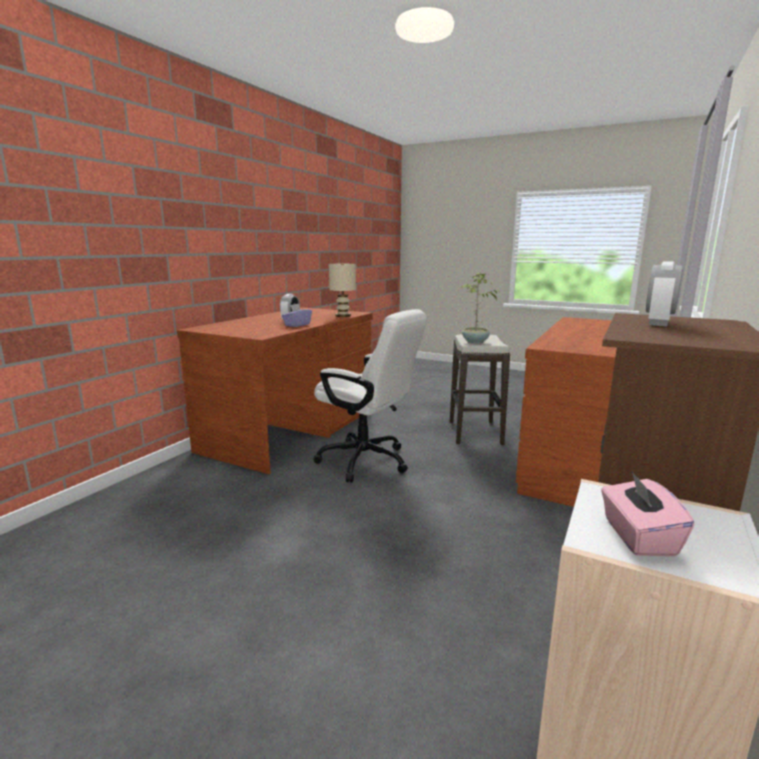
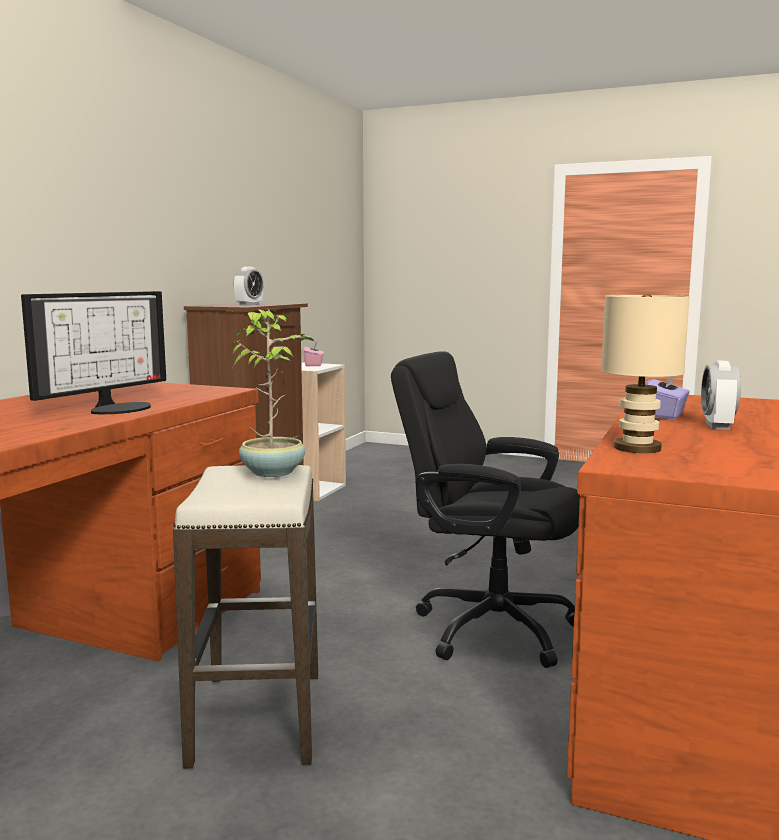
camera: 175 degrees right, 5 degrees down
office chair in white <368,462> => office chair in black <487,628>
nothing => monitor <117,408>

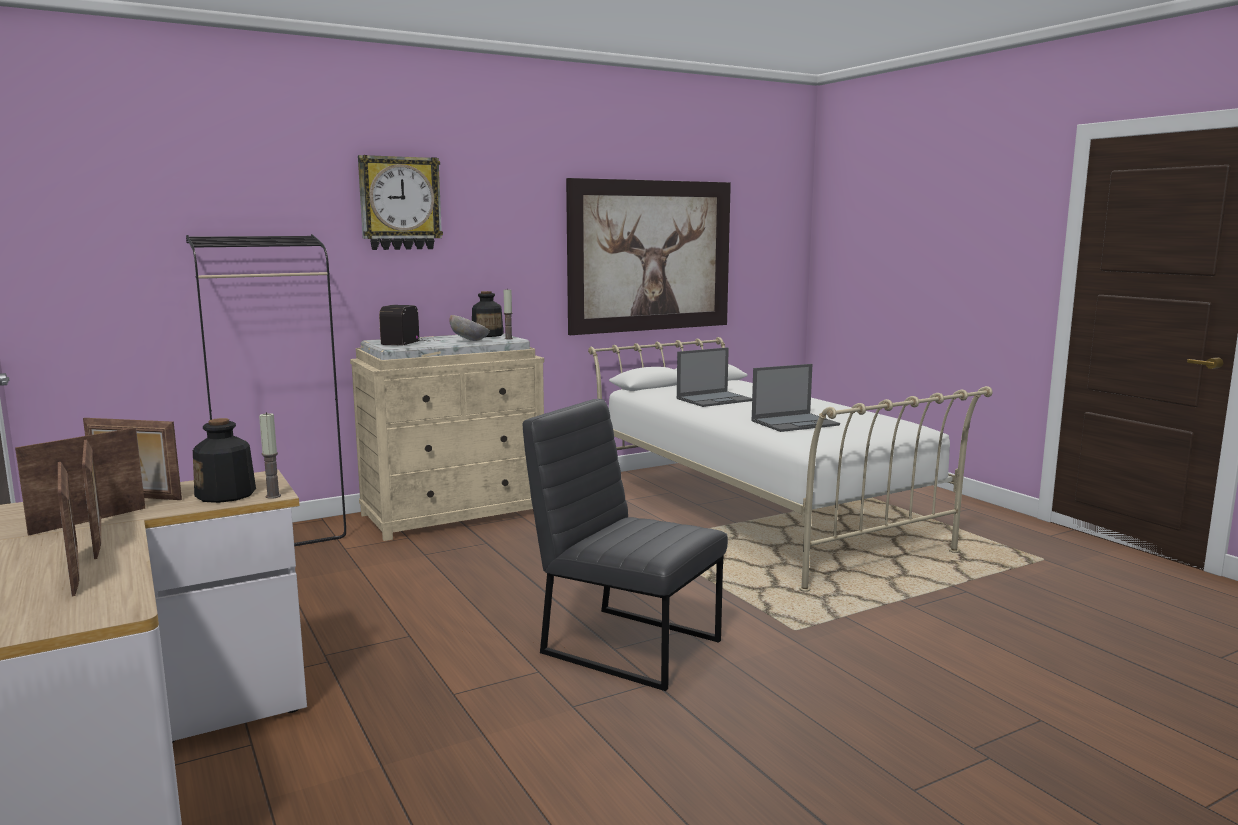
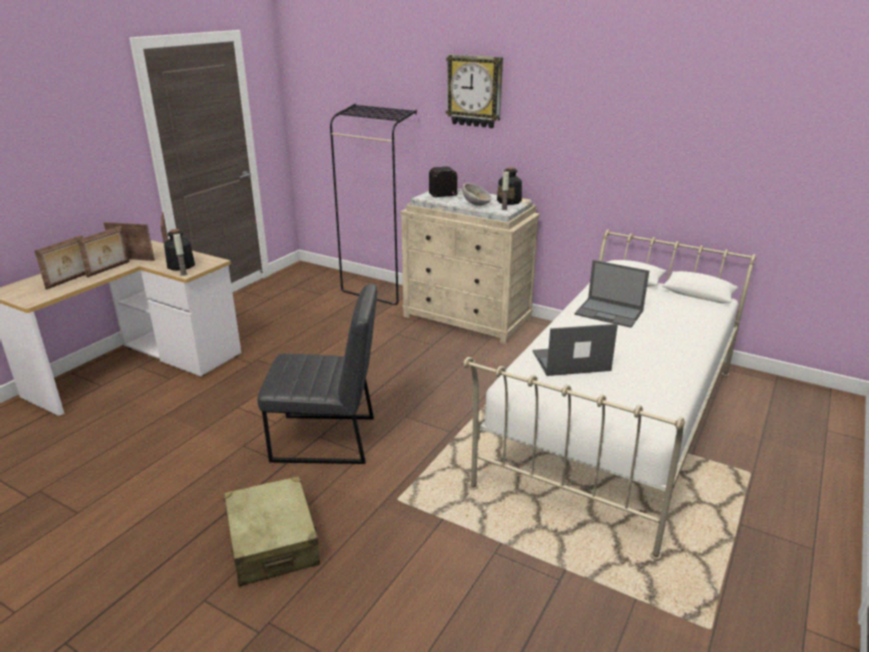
camera: 60 degrees right, 15 degrees up
picture <650,256> => nothing
laptop <795,423> => laptop <570,361>, 135 degrees clockwise
chair in grey <627,644> => chair in grey <327,439>, 90 degrees clockwise
nothing => suitcase in beige <273,542>

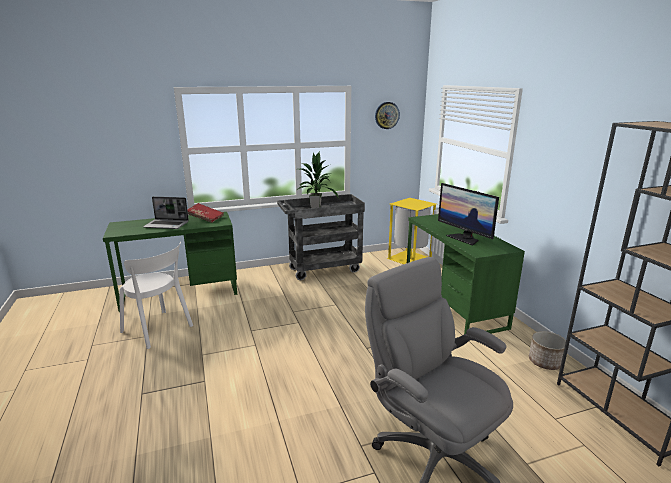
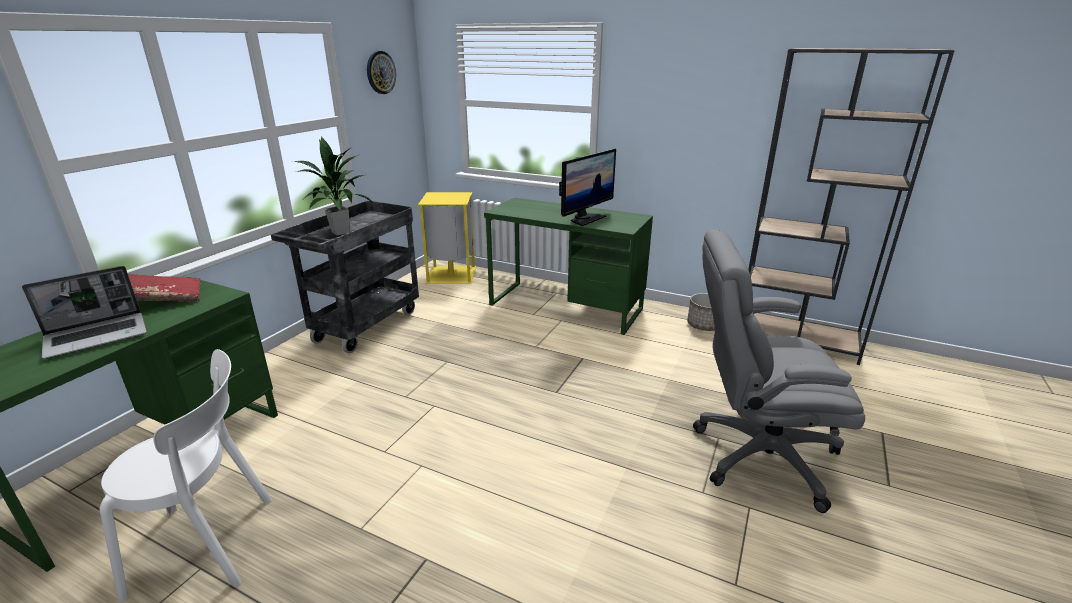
camera: 45 degrees left, 5 degrees up
monitor <464,238> => monitor <585,219>, 60 degrees counterclockwise

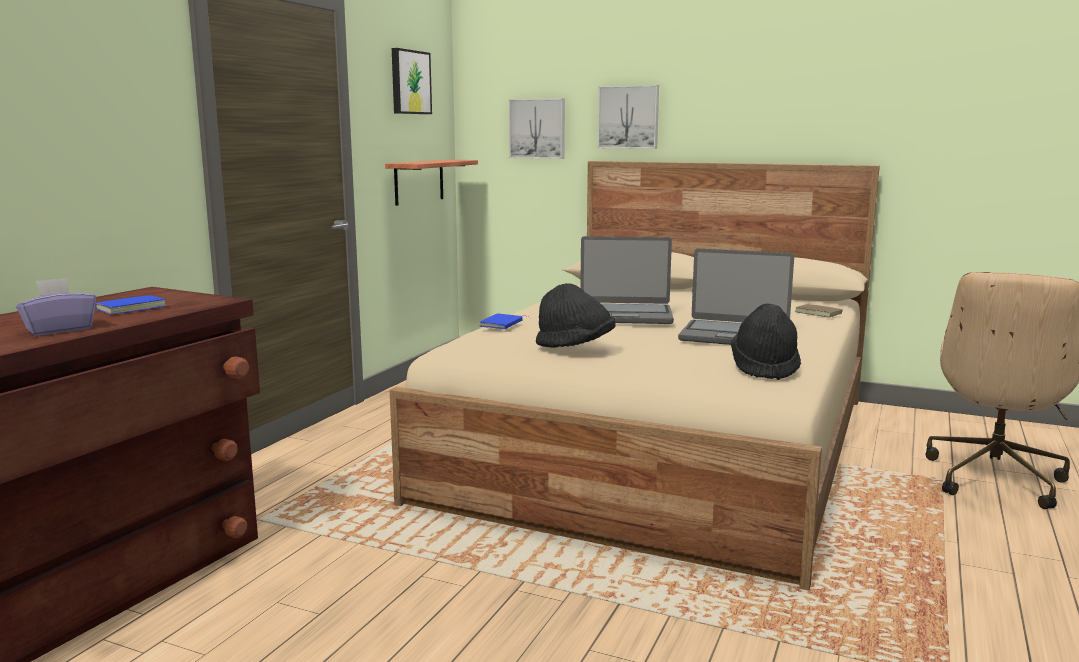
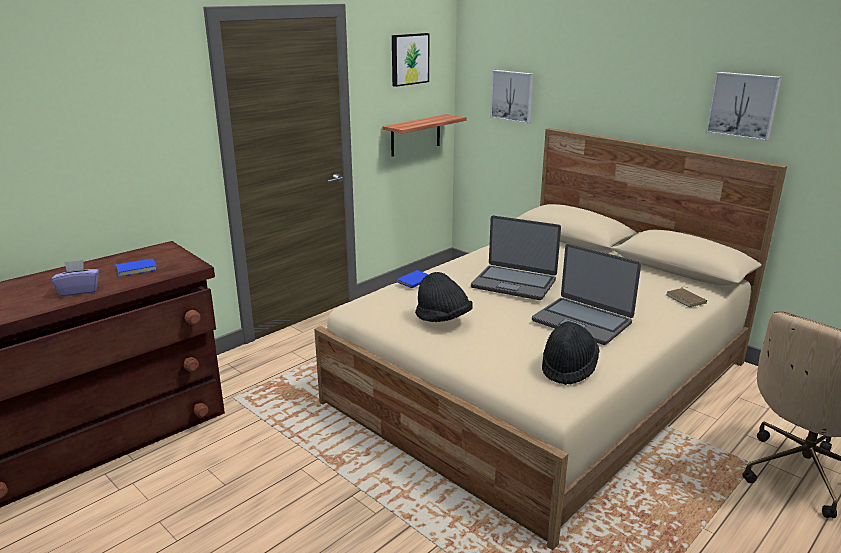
camera: 20 degrees right, 10 degrees up
picture <629,117> => picture <743,105>, relocated

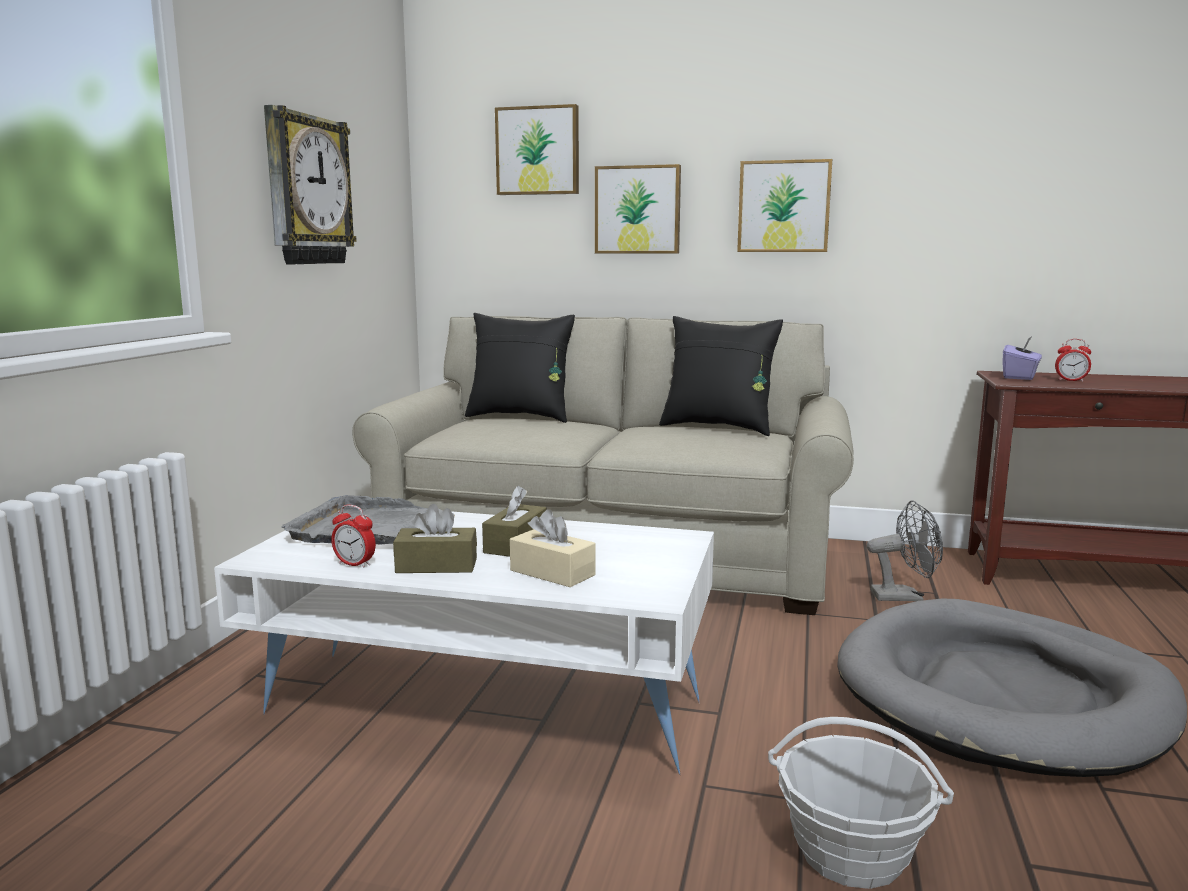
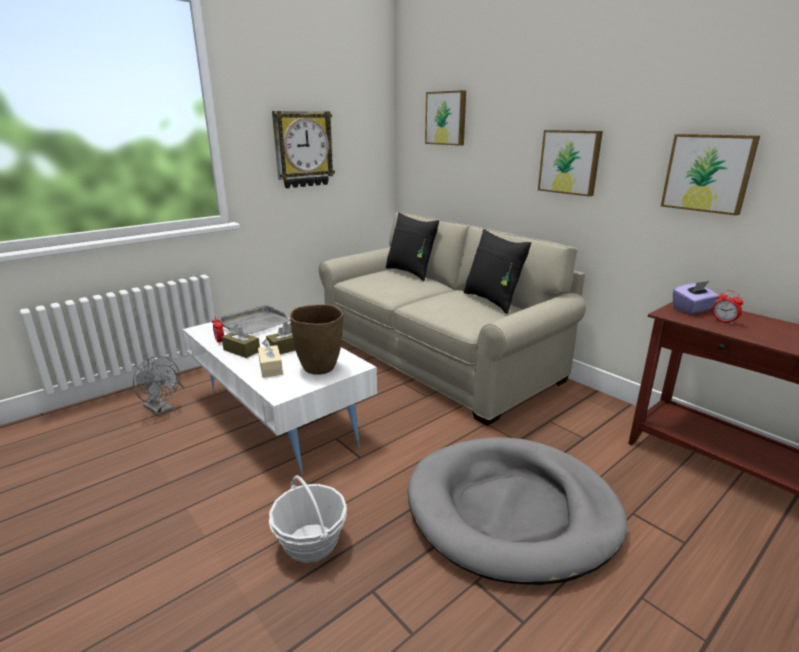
camera: 35 degrees right, 10 degrees up
picture <638,210> => picture <708,173>, relocated
fan in grey <904,596> => fan in grey <161,409>, relocated
nothing => vase in brown <320,368>

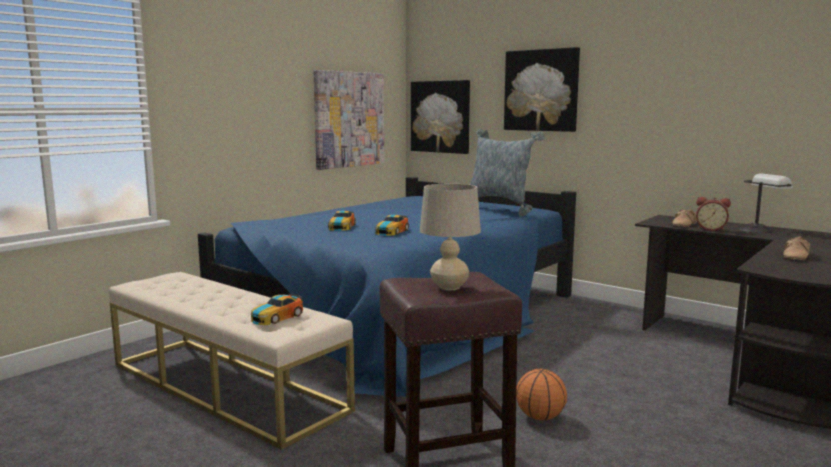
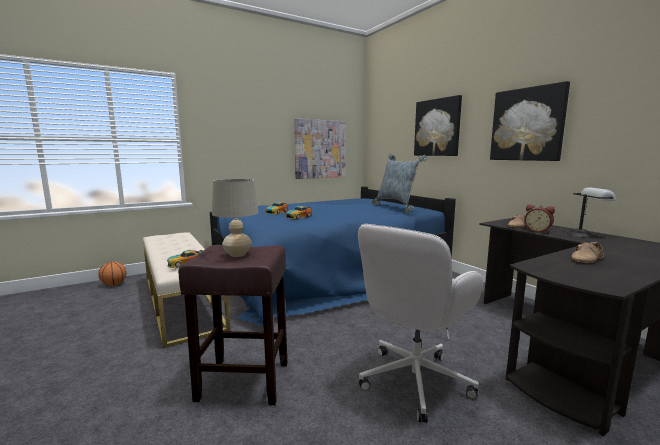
camera: 20 degrees right, 0 degrees up
picture <440,116> => picture <527,124>, relocated
basketball <540,417> => basketball <114,284>, relocated
nothing => office chair in white <414,381>

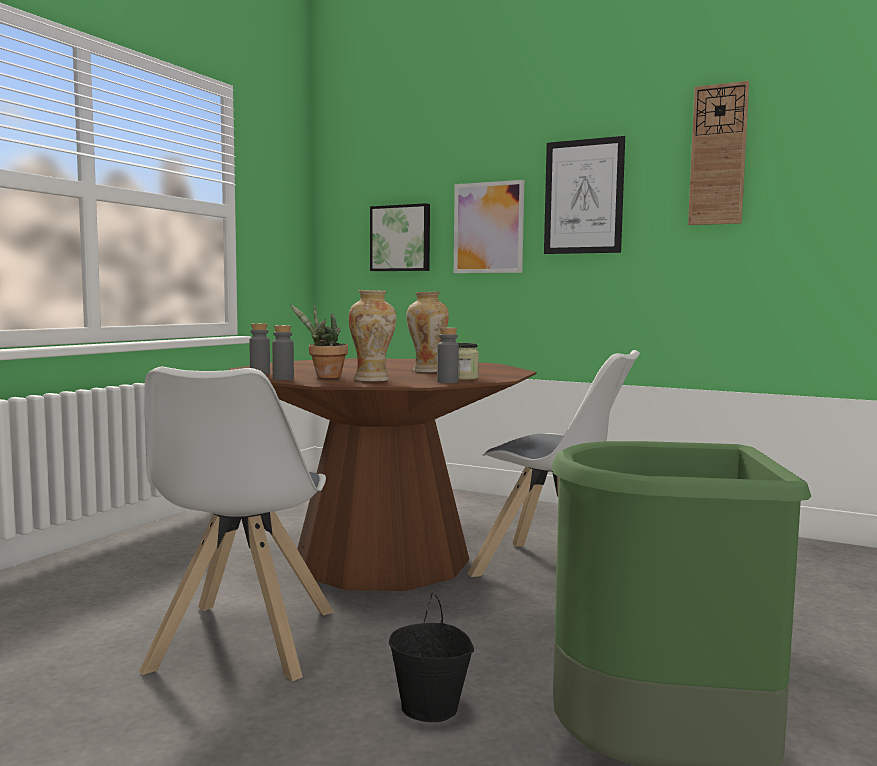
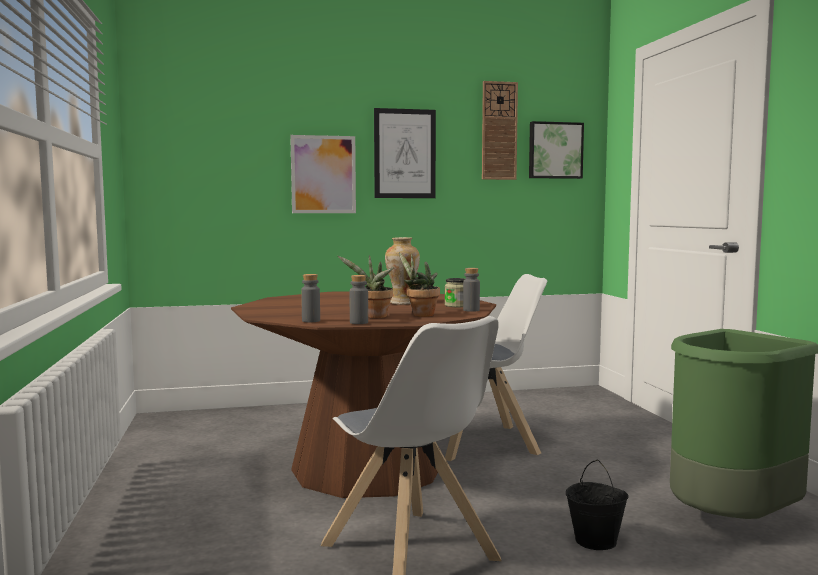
camera: 40 degrees left, 0 degrees up
picture <401,238> => picture <555,150>, relocated
vase <372,380> => potted plant <420,315>

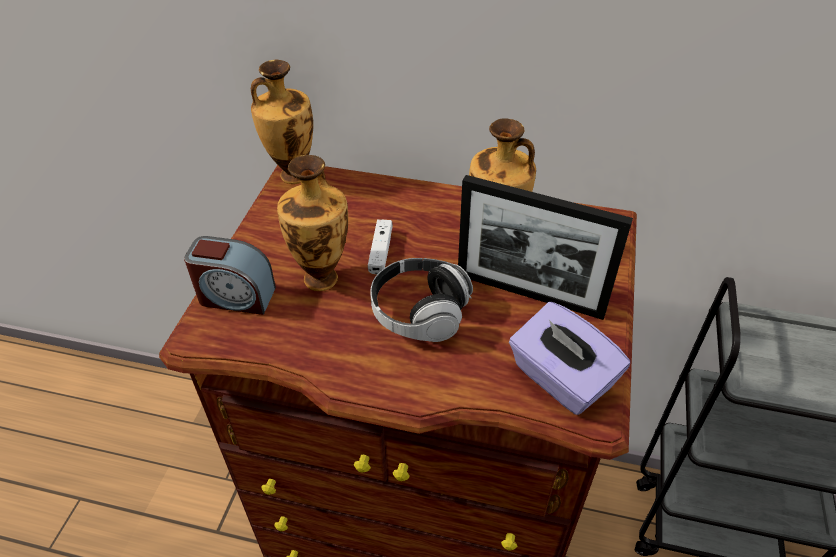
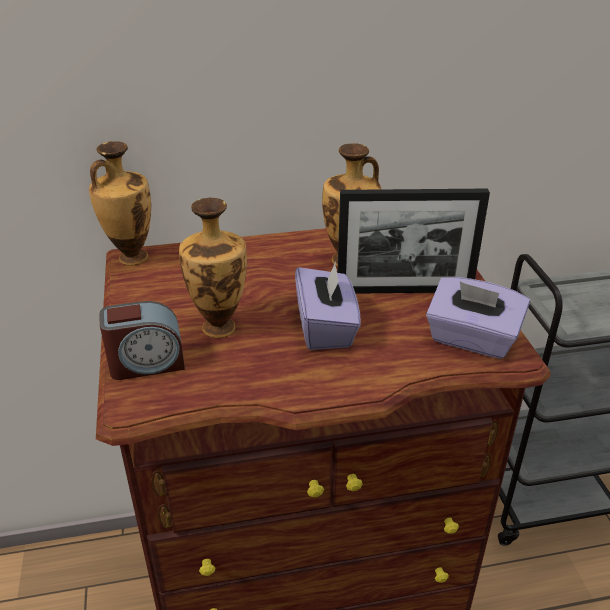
camera: 25 degrees left, 10 degrees down
game controller in white <380,251> => nothing
headphones <420,313> => tissue box in purple <326,328>

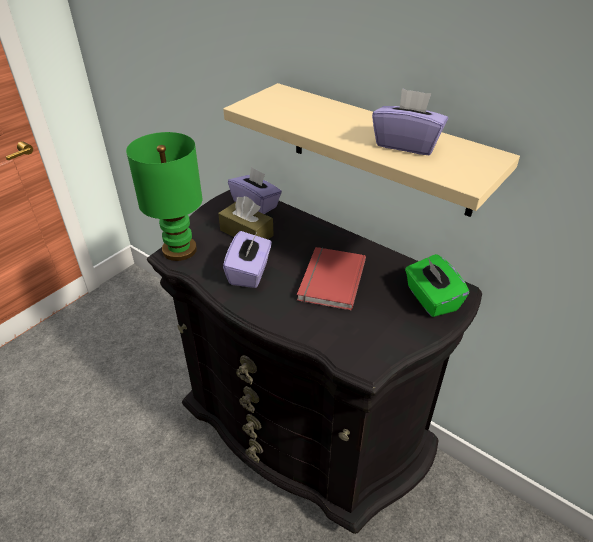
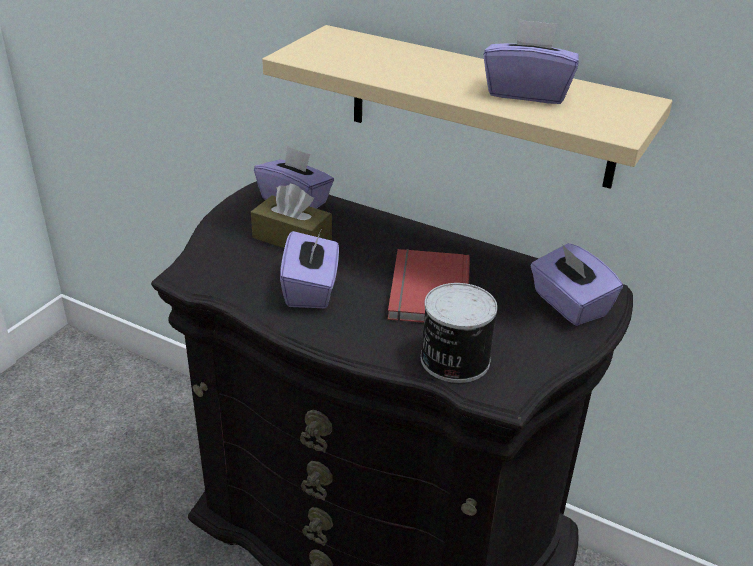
camera: 10 degrees left, 5 degrees down
table lamp in green <180,249> => nothing
tissue box in green <431,299> => tissue box in purple <569,304>
nothing => can <453,360>

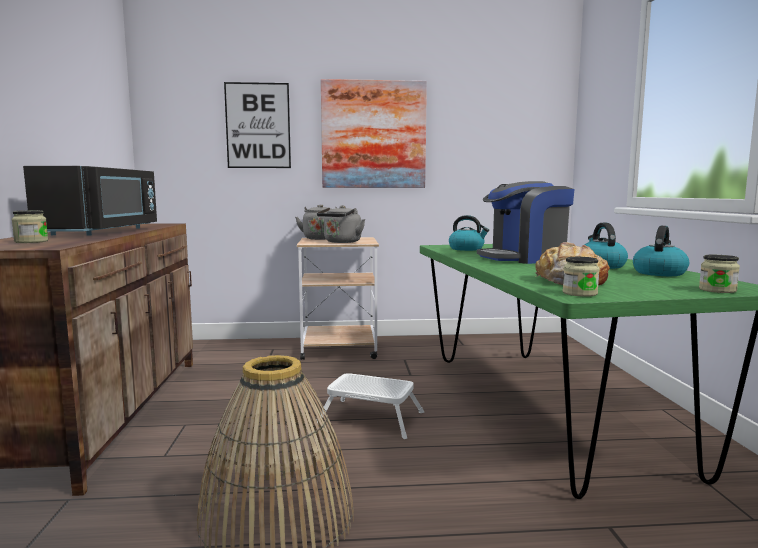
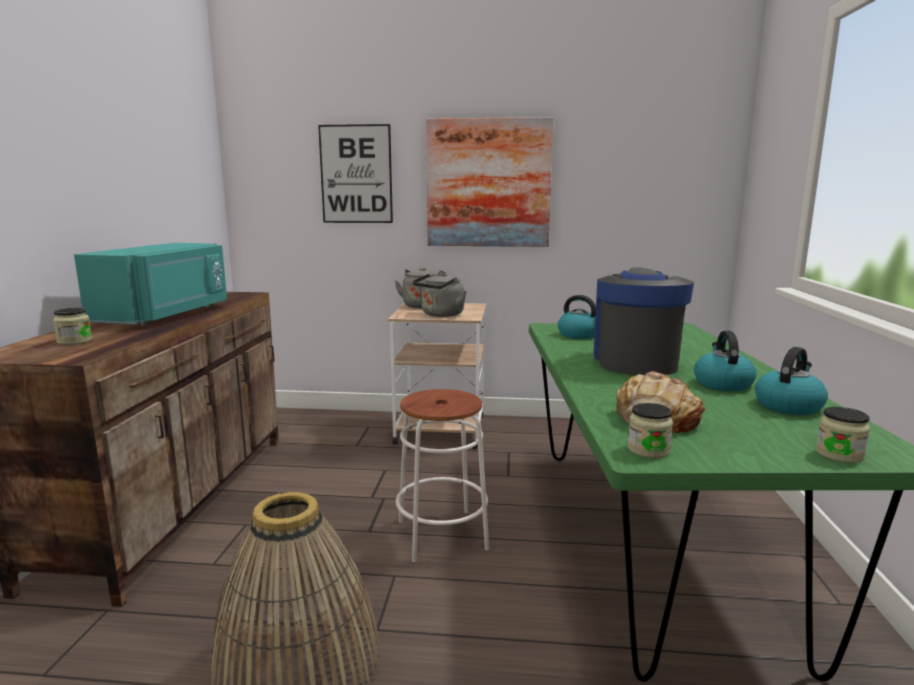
camera: 10 degrees right, 5 degrees up
microwave in black <104,231> => microwave in turquoise <166,315>
coffee machine <524,258> => coffee machine <635,361>, 105 degrees clockwise
step ladder in white <370,418> => stool in white <442,534>

